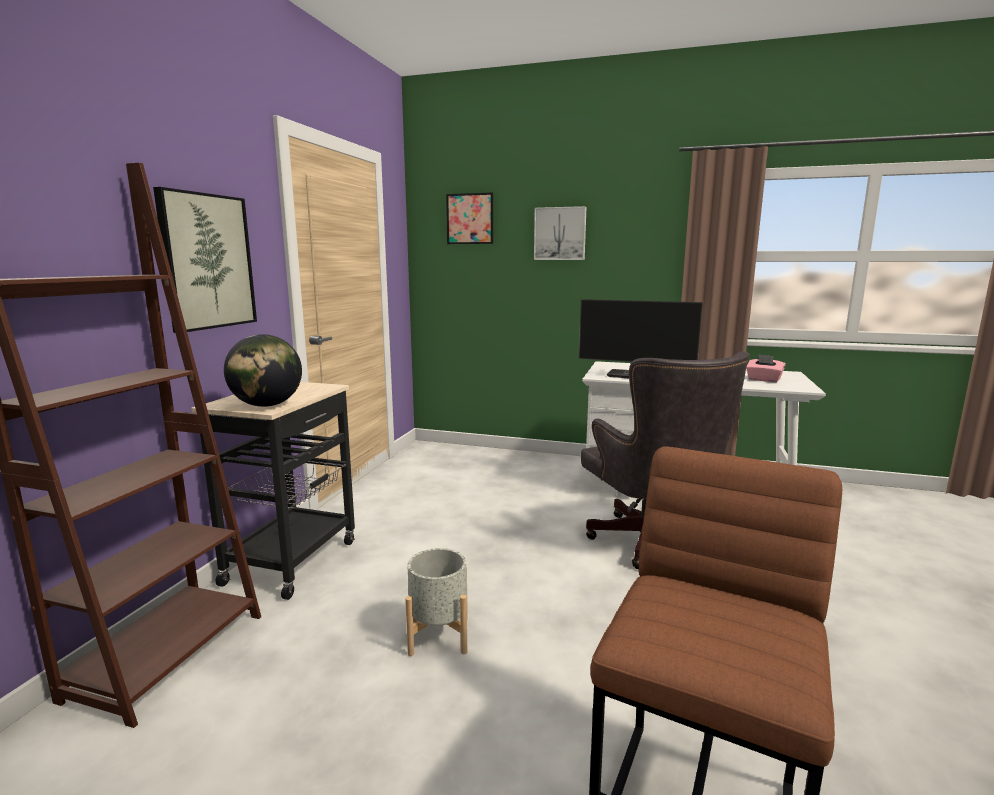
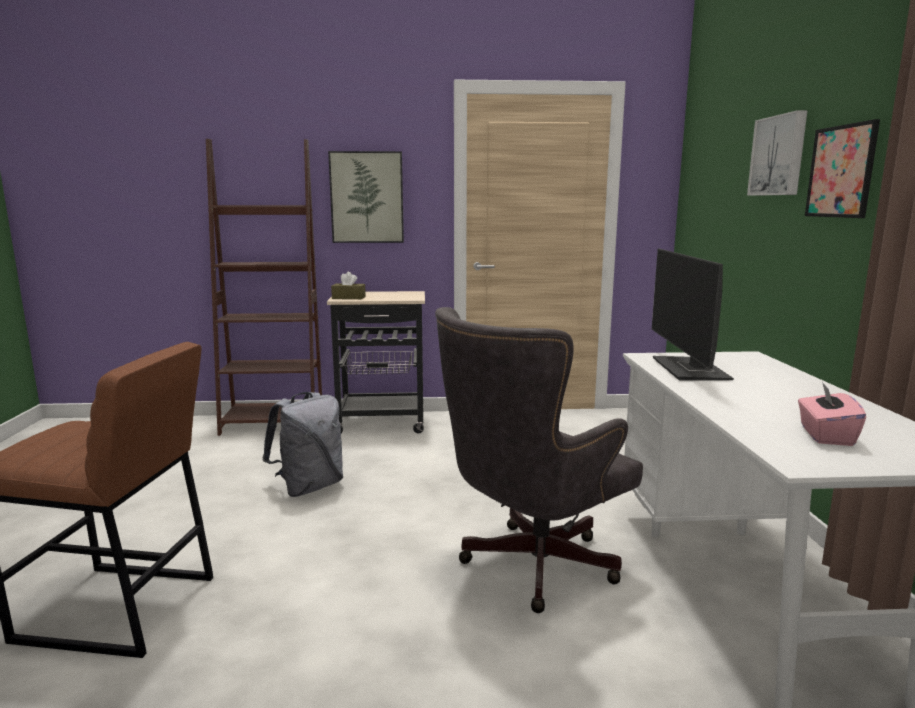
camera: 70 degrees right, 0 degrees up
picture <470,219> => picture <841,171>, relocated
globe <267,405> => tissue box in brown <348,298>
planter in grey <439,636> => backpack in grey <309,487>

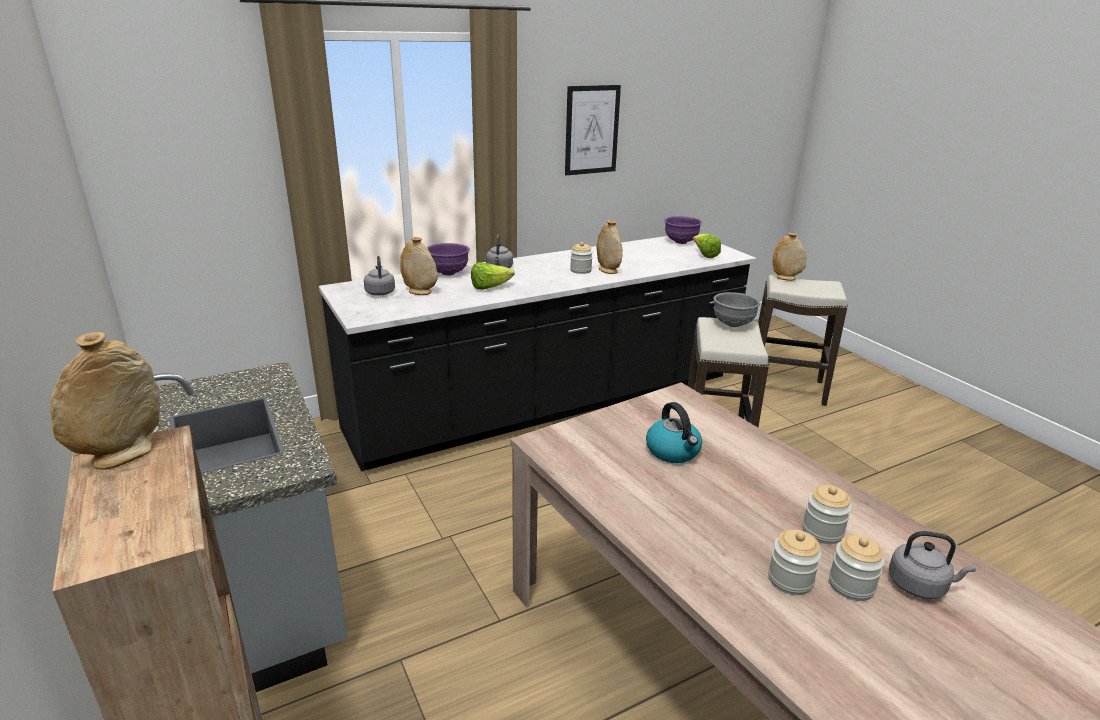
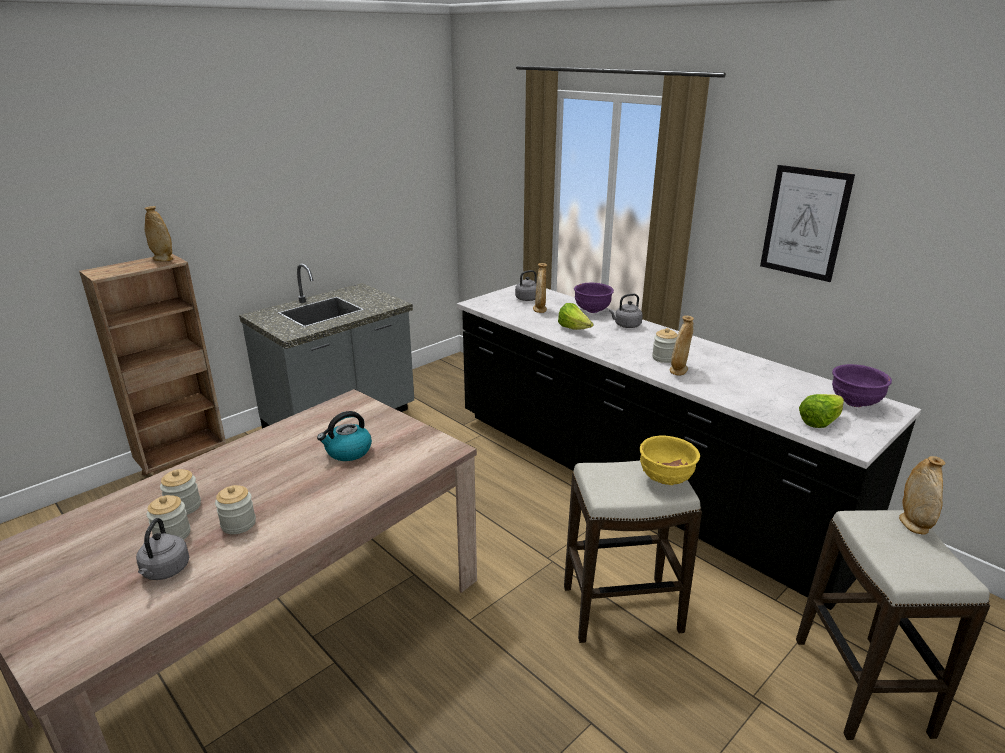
camera: 75 degrees right, 0 degrees up
bowl in grey <733,324> => bowl in yellow <666,479>

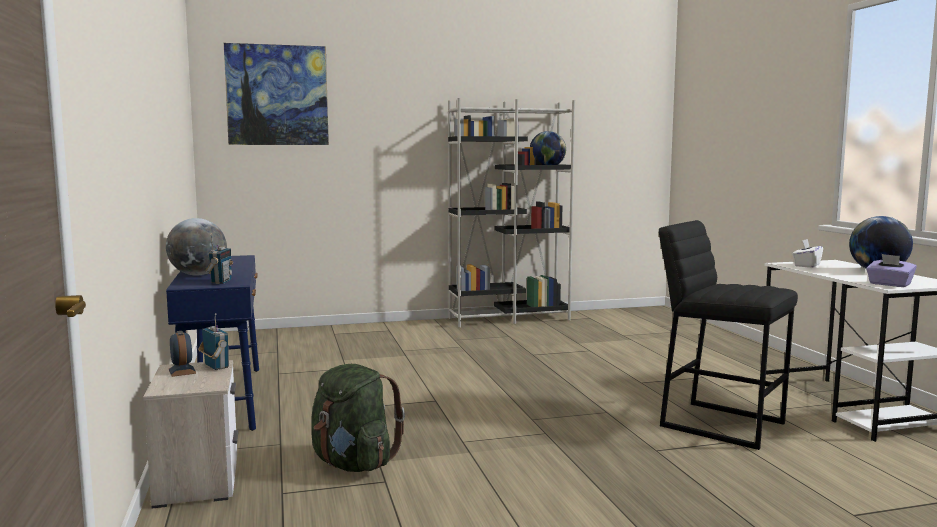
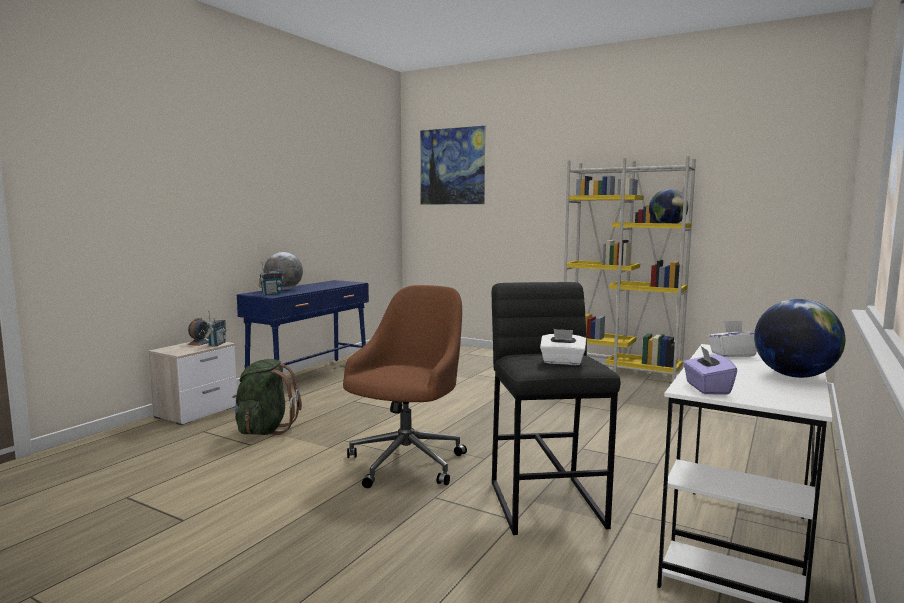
camera: 45 degrees right, 0 degrees up
bookcase in black <509,319> => bookcase in yellow <620,371>
nothing => office chair in brown <406,462>
nothing => tissue box in white <562,362>

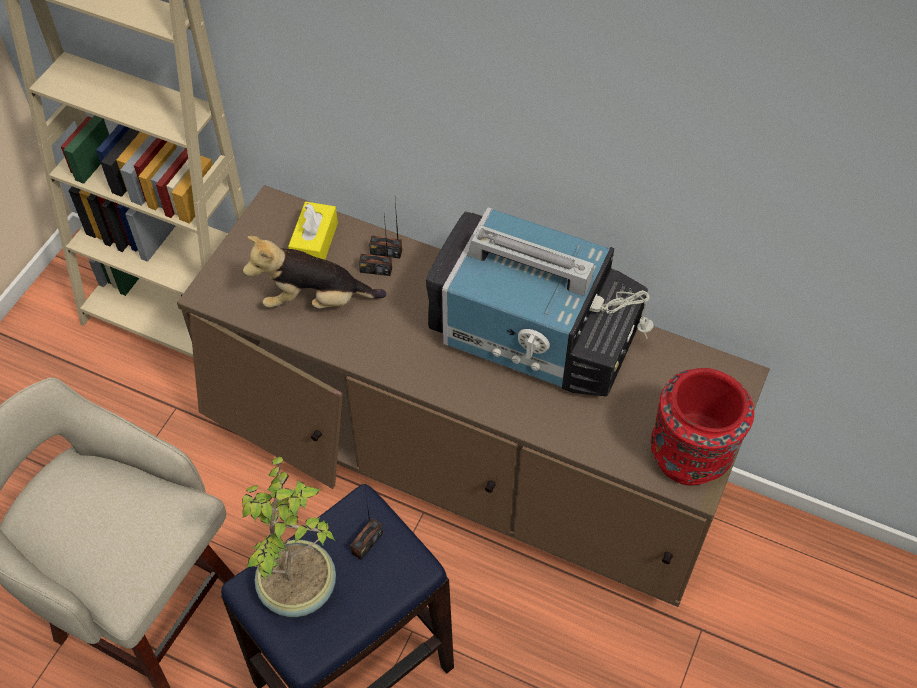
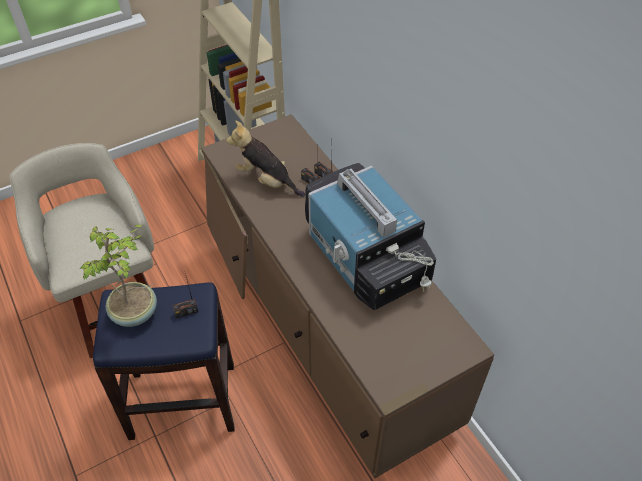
camera: 35 degrees right, 5 degrees down
tissue box in yellow <314,242> => nothing
vase in red <691,456> => nothing

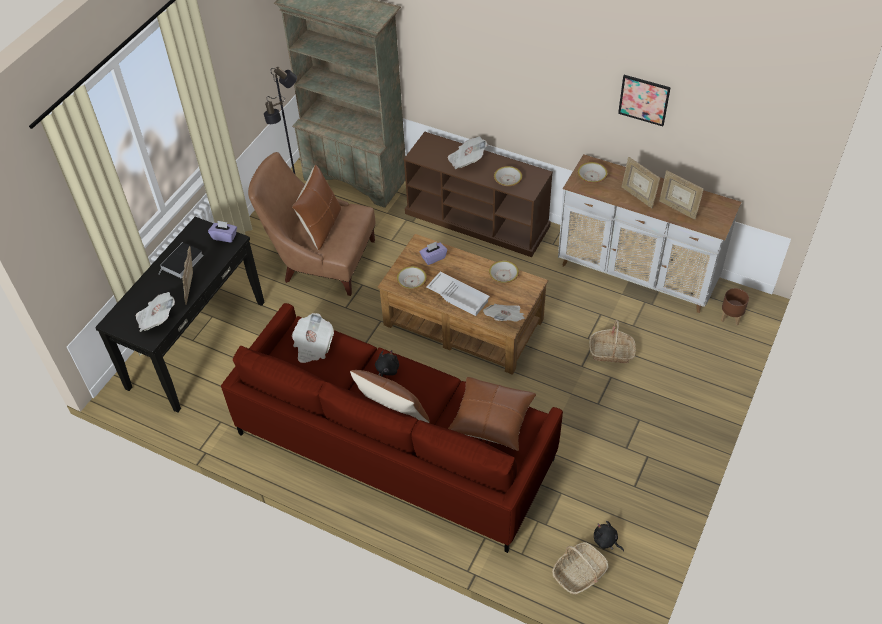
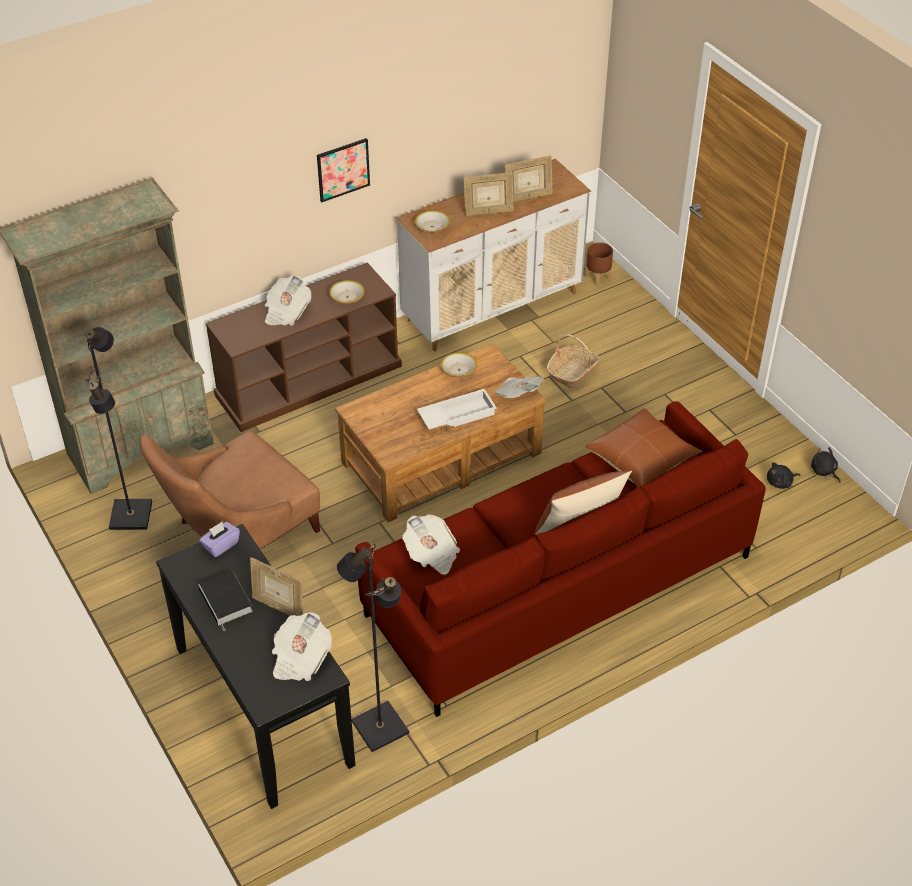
camera: 60 degrees left, 5 degrees down
picture <644,100> => picture <343,169>, relocated
pillow in brown <321,227> => nothing
tissue box in purple <433,257> => nothing
bowl <411,281> => nothing
plush toy in black <386,371> => plush toy in black <824,471>, relocated
basket <579,573> => nothing
nothing => floor lamp in black <380,727>

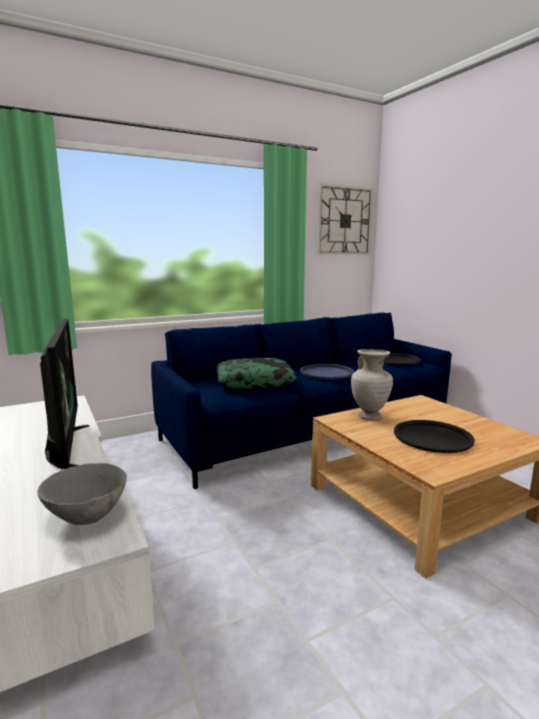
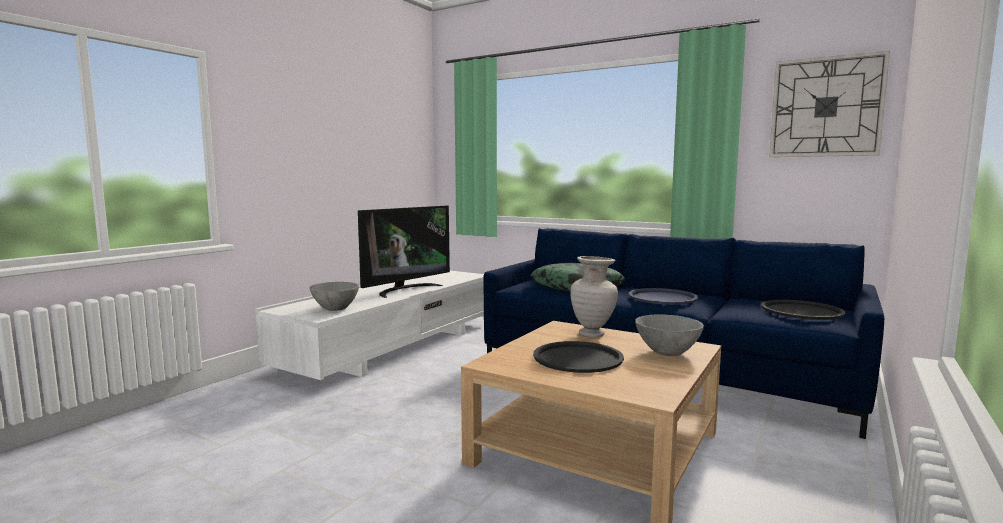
camera: 60 degrees right, 5 degrees down
nothing => bowl in grey <667,353>

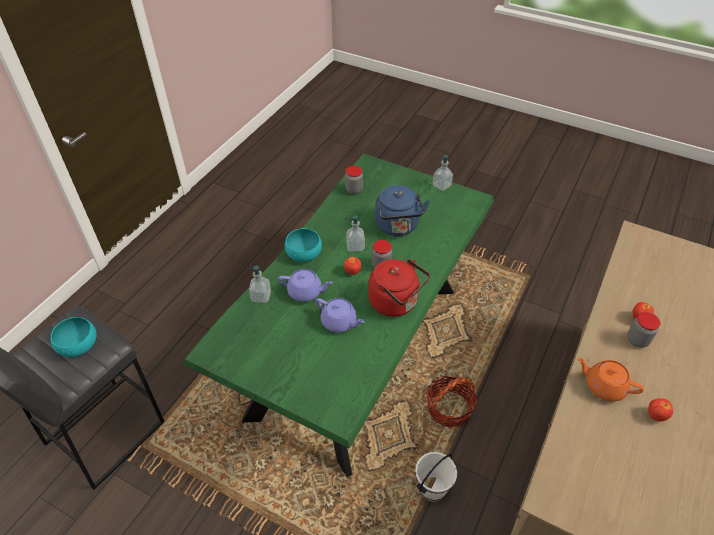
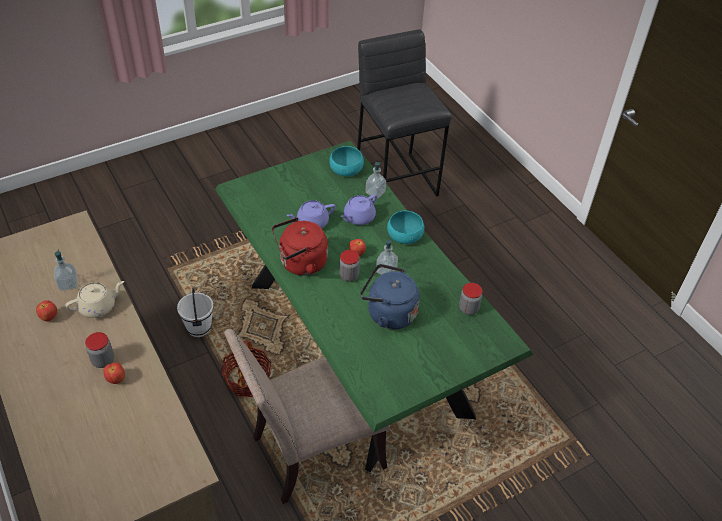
camera: 120 degrees right, 0 degrees up
soap dispenser <441,185> => soap dispenser <68,284>, relocated
bowl in turquoise <78,344> => bowl in turquoise <346,169>, relocated
teapot in orange <604,386> => teapot in beige <98,306>
nothing => chair in beige <312,452>

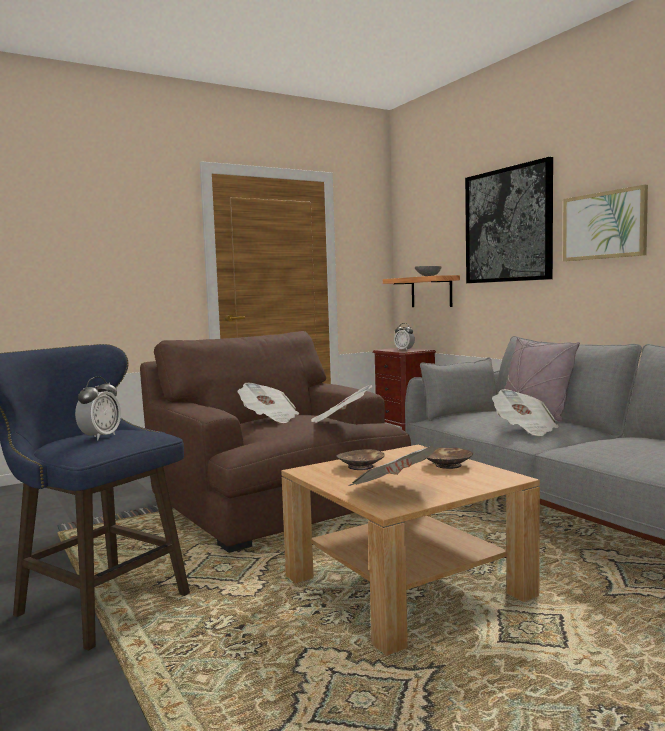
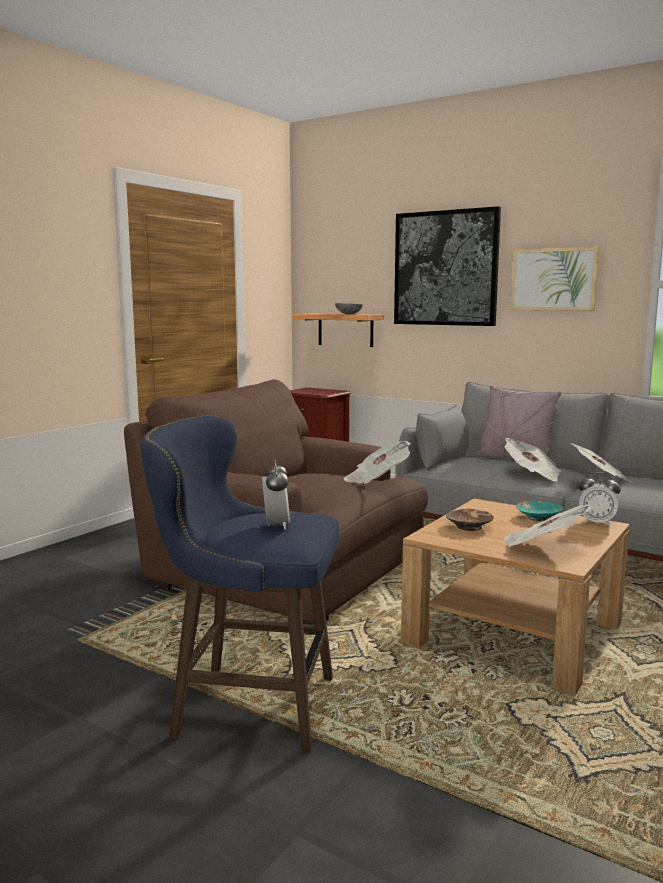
camera: 25 degrees left, 5 degrees up
alarm clock <404,350> => alarm clock <596,522>, relocated
newspaper <269,418> => newspaper <600,479>, relocated
bowl in brown <449,465> => bowl in turquoise <539,517>

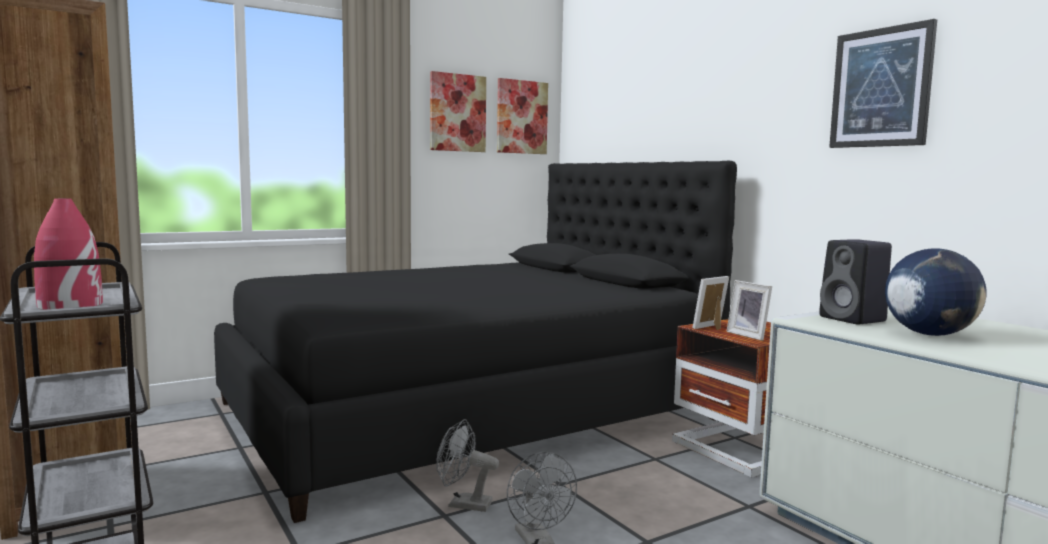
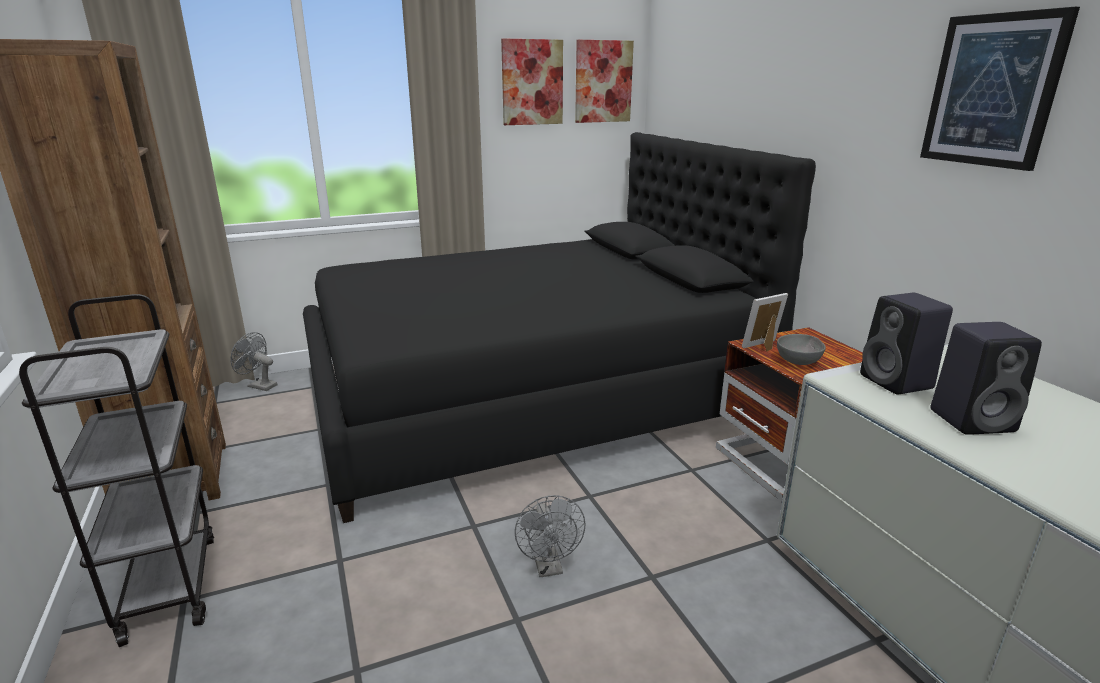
camera: 10 degrees right, 15 degrees up
vase in red <69,305> => nothing
globe <929,334> => speaker in black <973,420>
picture frame <750,335> => bowl in grey <799,362>
fan in grey <463,504> => fan in grey <258,385>, relocated

